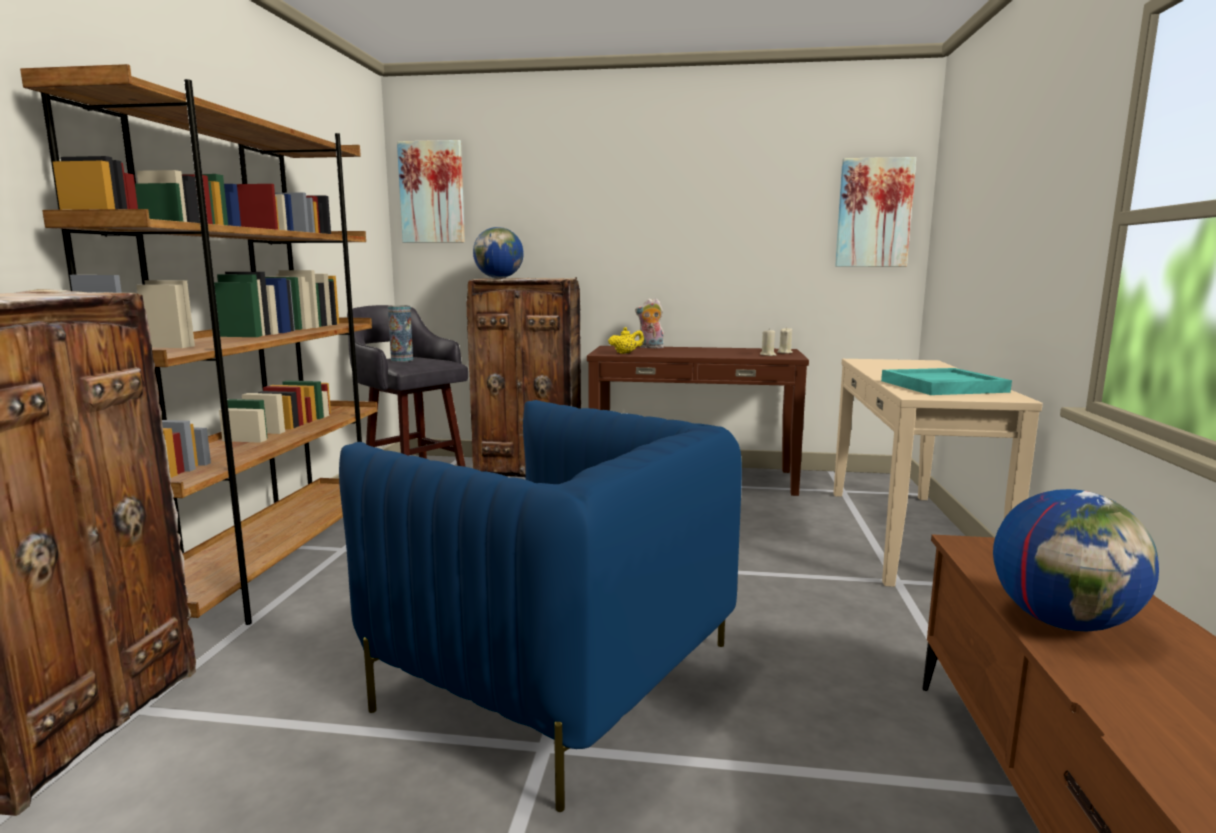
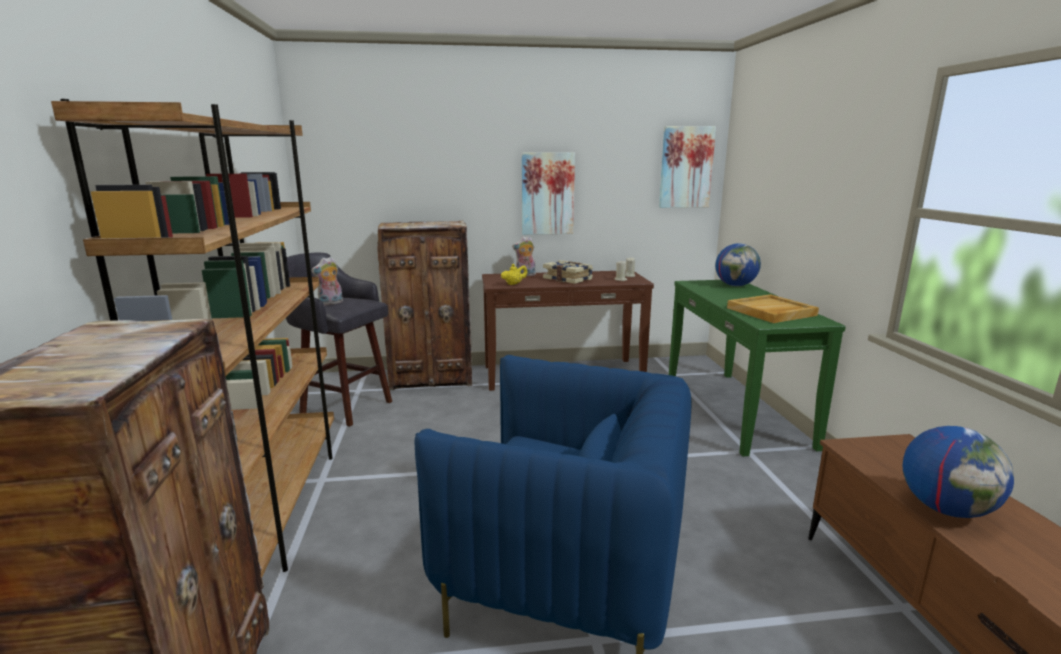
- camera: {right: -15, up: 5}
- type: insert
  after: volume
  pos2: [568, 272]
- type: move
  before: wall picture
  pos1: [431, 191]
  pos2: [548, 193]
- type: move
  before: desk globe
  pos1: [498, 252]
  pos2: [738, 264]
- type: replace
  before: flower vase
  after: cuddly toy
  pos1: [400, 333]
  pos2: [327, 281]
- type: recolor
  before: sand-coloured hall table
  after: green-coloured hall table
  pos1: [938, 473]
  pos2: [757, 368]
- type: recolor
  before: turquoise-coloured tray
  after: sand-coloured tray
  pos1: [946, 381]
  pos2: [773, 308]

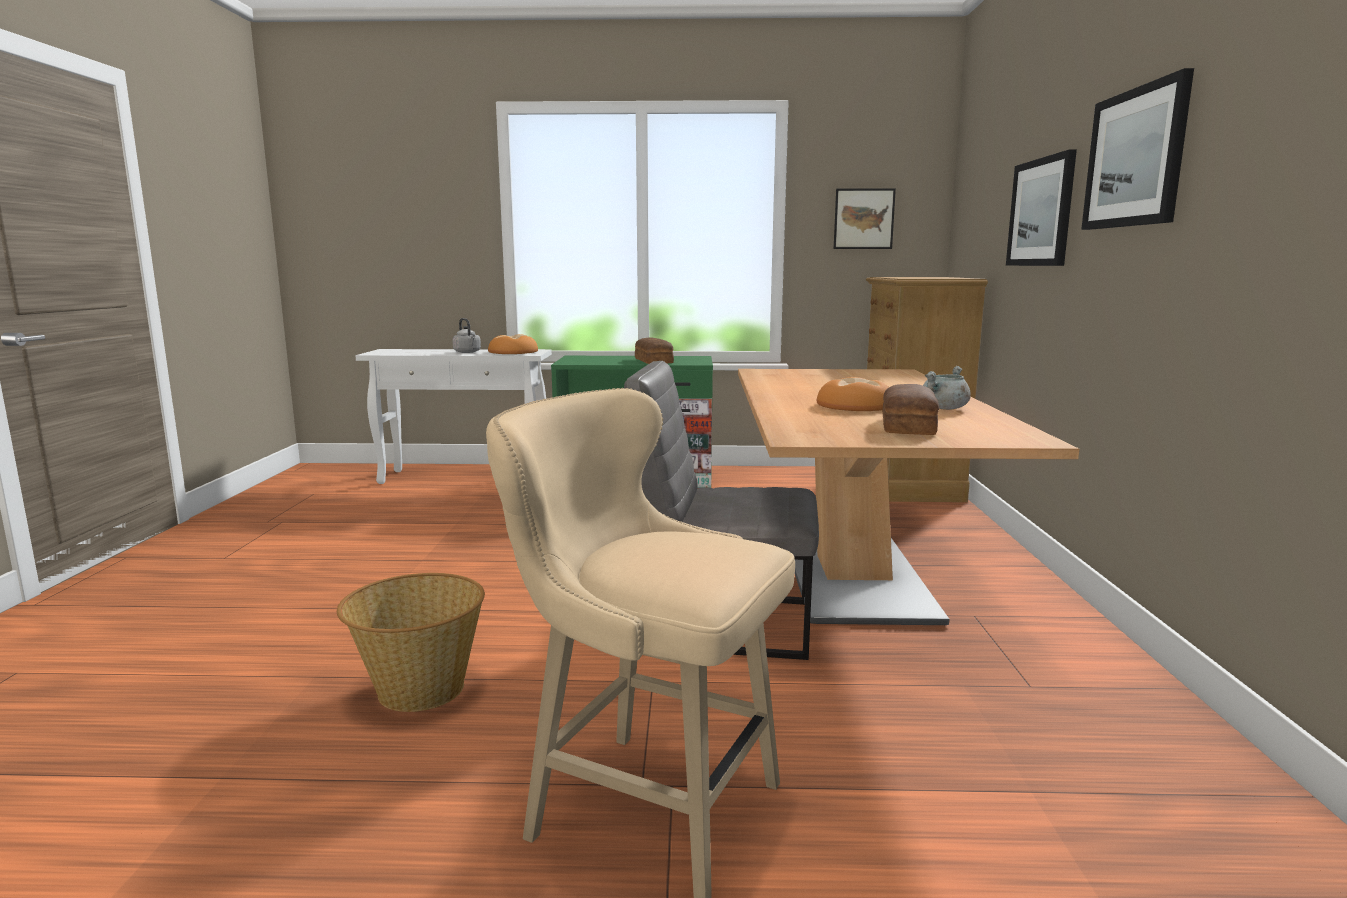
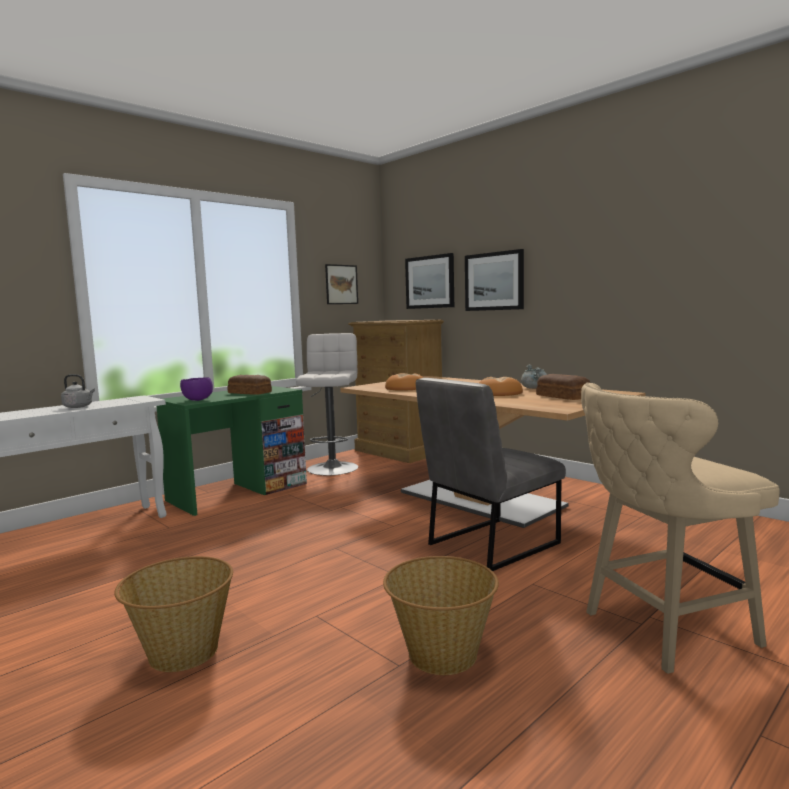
- camera: {right: -45, up: -5}
- type: insert
  after: storage basket
  pos2: [173, 614]
- type: insert
  after: purple-coloured bowl
  pos2: [196, 389]
- type: insert
  after: white-coloured stool
  pos2: [327, 404]
- type: move
  before: baked bread
  pos1: [513, 344]
  pos2: [404, 382]
- type: move
  before: wall picture
  pos1: [1137, 149]
  pos2: [429, 281]

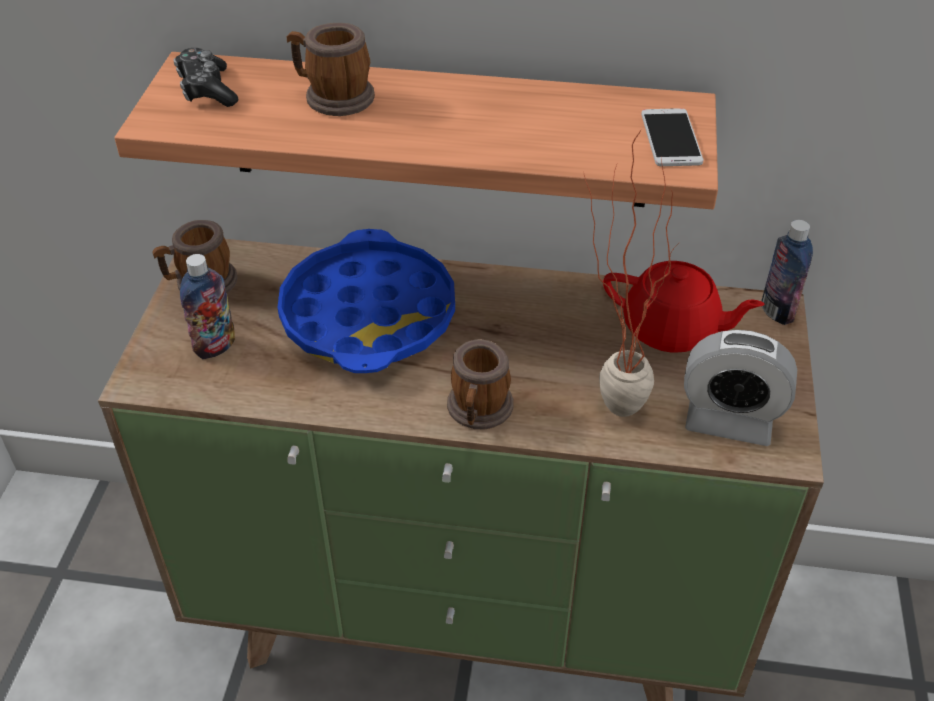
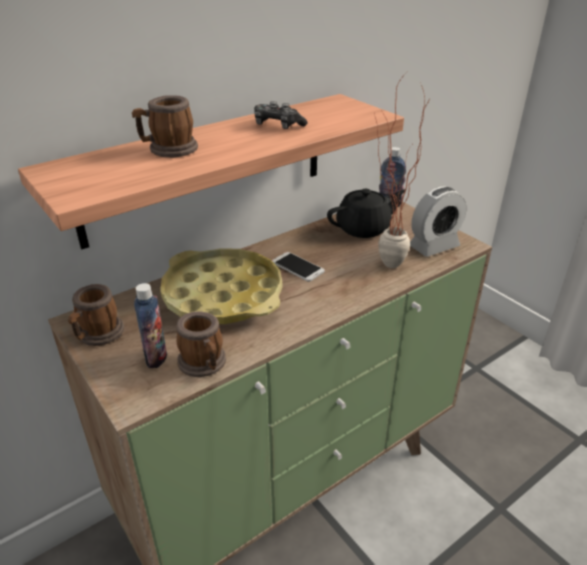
- camera: {right: -45, up: -10}
- type: move
  before: joypad
  pos1: [205, 77]
  pos2: [280, 115]
- type: move
  before: mug
  pos1: [480, 384]
  pos2: [201, 344]
- type: move
  before: handset
  pos1: [672, 137]
  pos2: [298, 267]
- type: recolor
  before: bluish tray
  after: yellowish tray
  pos1: [366, 301]
  pos2: [221, 286]
- type: recolor
  before: reddish tea pot
  after: black-coloured tea pot
  pos1: [684, 307]
  pos2: [366, 213]

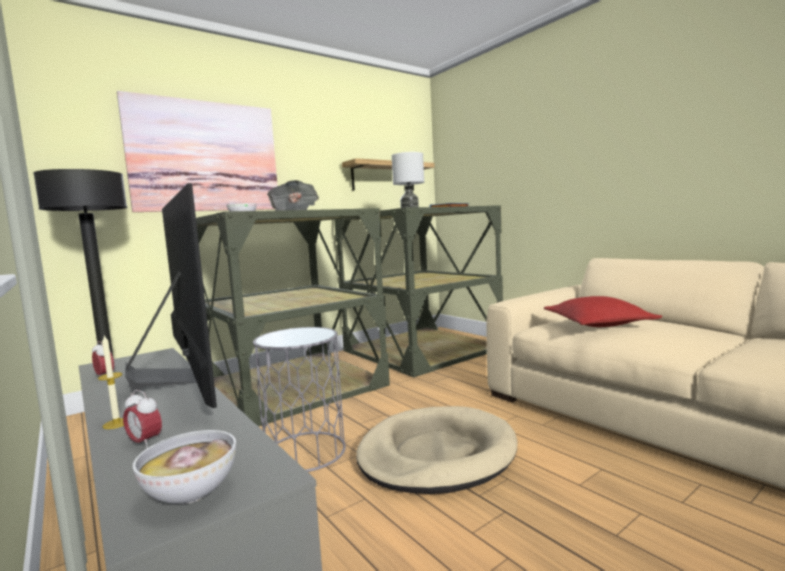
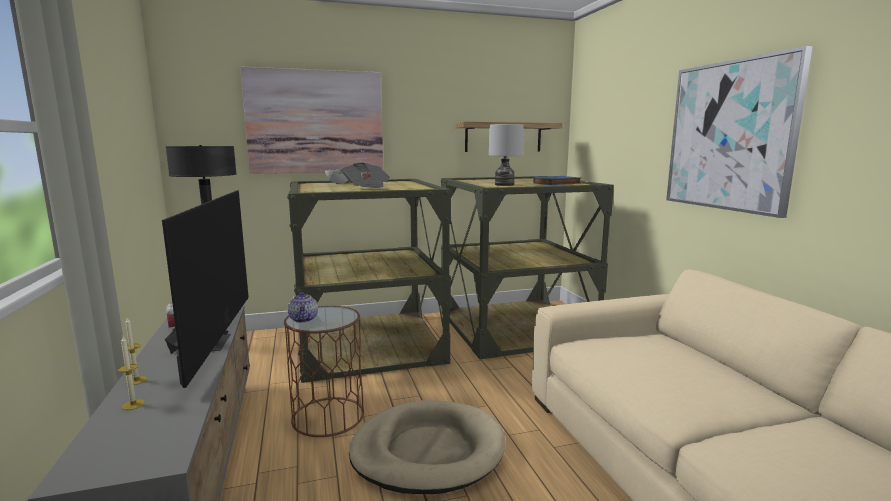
- camera: {right: 20, up: 5}
- type: delete
  before: bowl
  pos1: [184, 467]
- type: delete
  before: reddish pillow
  pos1: [603, 311]
- type: insert
  after: tea pot
  pos2: [303, 307]
- type: insert
  after: wall picture
  pos2: [739, 132]
- type: replace
  before: alarm clock
  after: candle
  pos1: [142, 419]
  pos2: [131, 373]
- type: recolor
  before: grey accent table
  after: brown accent table
  pos1: [299, 399]
  pos2: [324, 371]

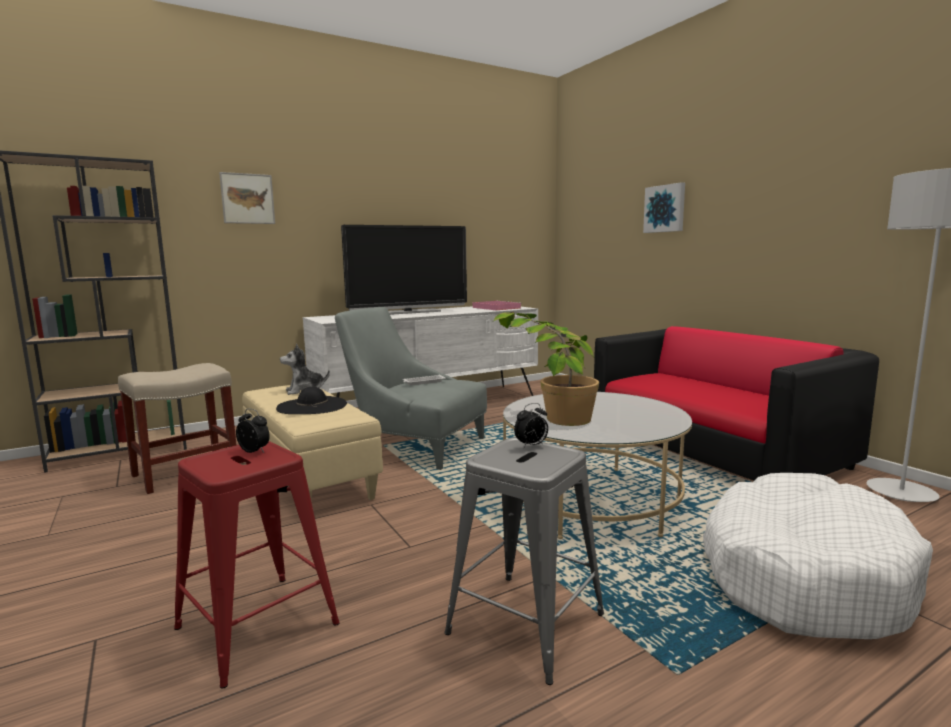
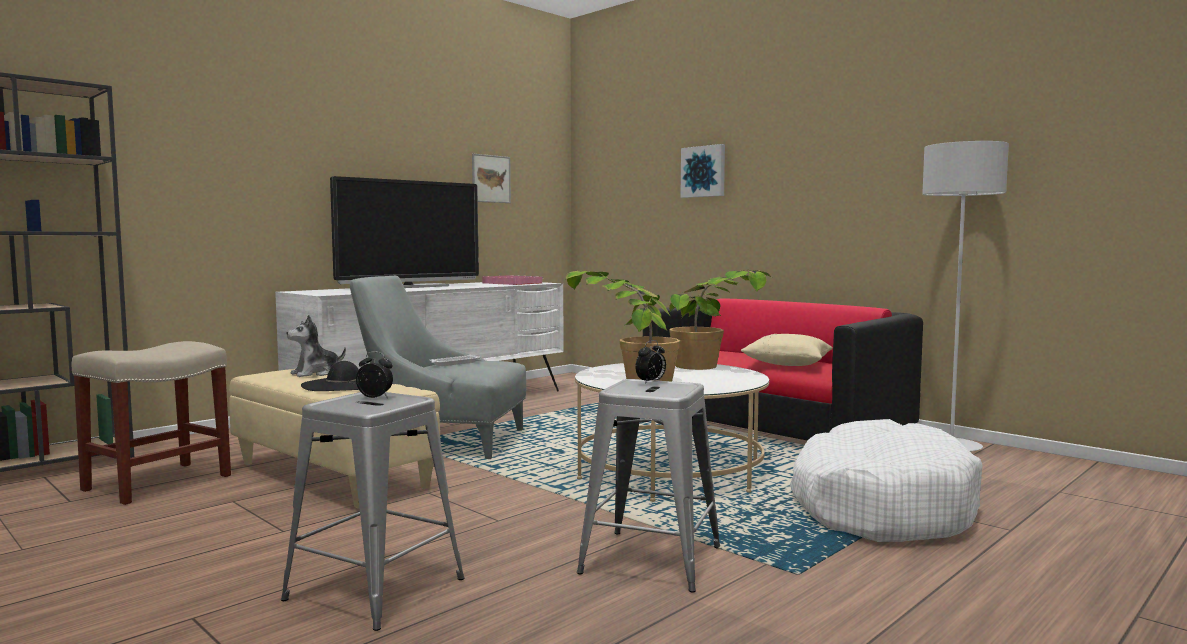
- camera: {right: -15, up: -5}
- type: insert
  after: potted plant
  pos2: [720, 320]
- type: insert
  after: sand-coloured pillow
  pos2: [786, 350]
- type: move
  before: wall picture
  pos1: [247, 198]
  pos2: [491, 178]
- type: recolor
  before: reddish stool
  after: grey stool
  pos1: [257, 565]
  pos2: [373, 511]

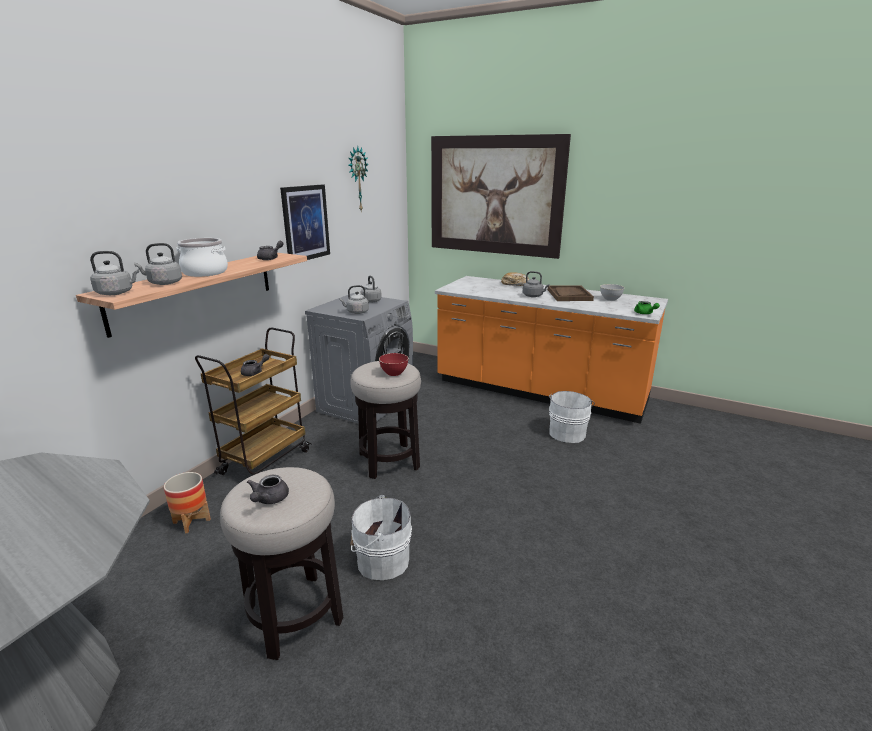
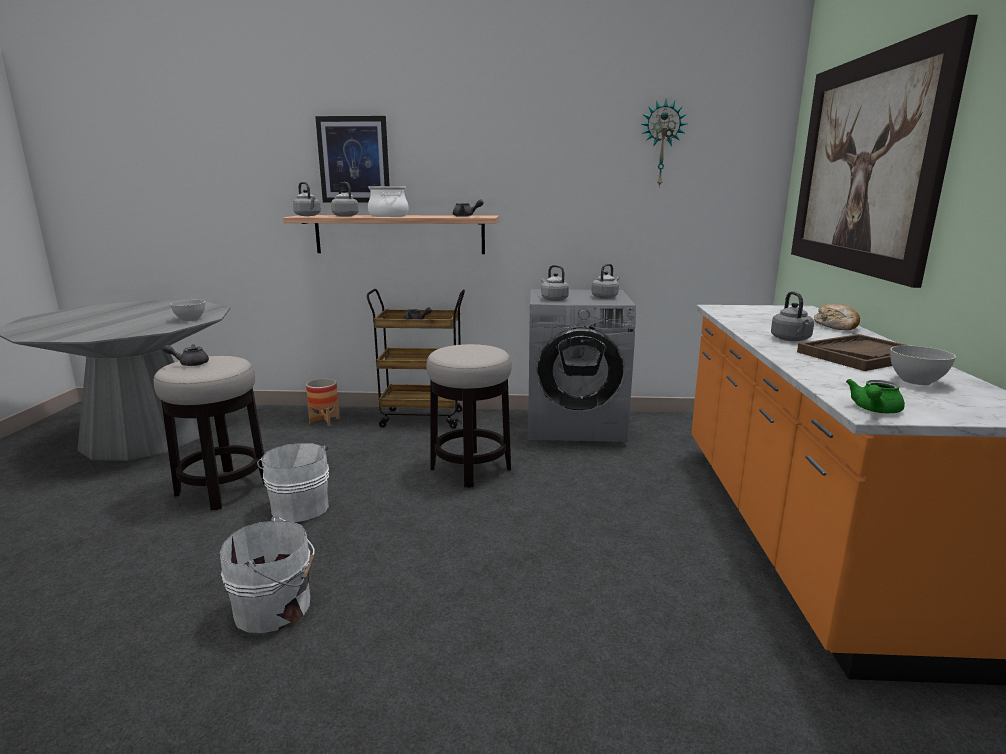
- camera: {right: 65, up: -5}
- type: delete
  before: reddish bowl
  pos1: [394, 364]
- type: insert
  after: grey bowl
  pos2: [187, 310]
- type: move
  before: wall picture
  pos1: [305, 222]
  pos2: [352, 159]
- type: move
  before: white-coloured bucket
  pos1: [572, 417]
  pos2: [267, 574]

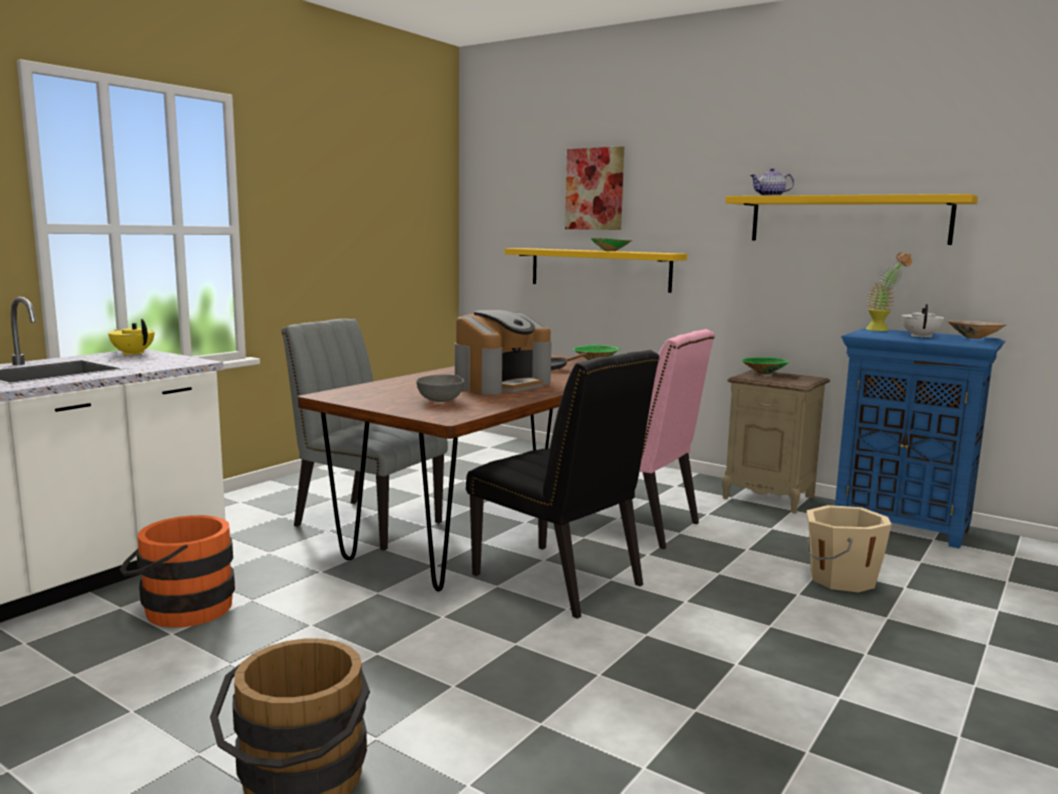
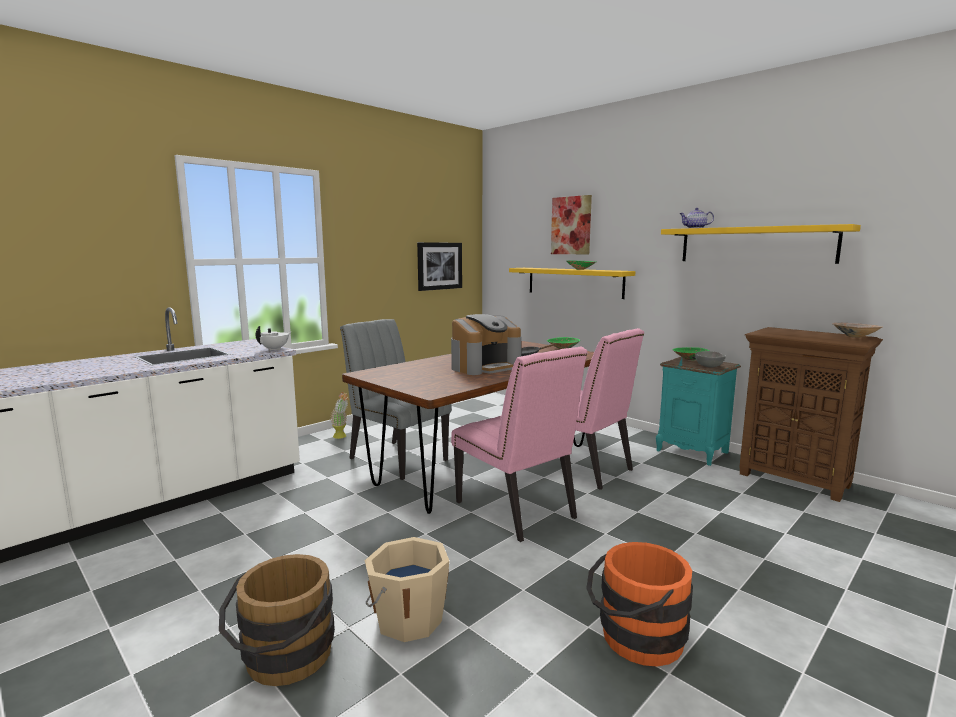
- camera: {right: 10, up: 0}
- type: delete
  before: yellowish tea pot
  pos1: [131, 337]
- type: insert
  after: wall picture
  pos2: [439, 266]
- type: move
  before: orange-coloured bucket
  pos1: [177, 571]
  pos2: [639, 604]
- type: move
  before: grey bowl
  pos1: [440, 388]
  pos2: [710, 359]
- type: move
  before: sand-coloured bucket
  pos1: [849, 548]
  pos2: [407, 589]
- type: move
  before: potted plant
  pos1: [889, 292]
  pos2: [340, 415]
- type: move
  before: white-coloured tea pot
  pos1: [923, 321]
  pos2: [273, 338]
- type: recolor
  before: black-coloured upright chair
  after: pink upright chair
  pos1: [563, 484]
  pos2: [519, 444]
- type: recolor
  before: sand-coloured bedside table
  after: turquoise-coloured bedside table
  pos1: [776, 441]
  pos2: [698, 411]
- type: recolor
  before: bluish cupboard
  after: brown cupboard
  pos1: [920, 438]
  pos2: [811, 414]

